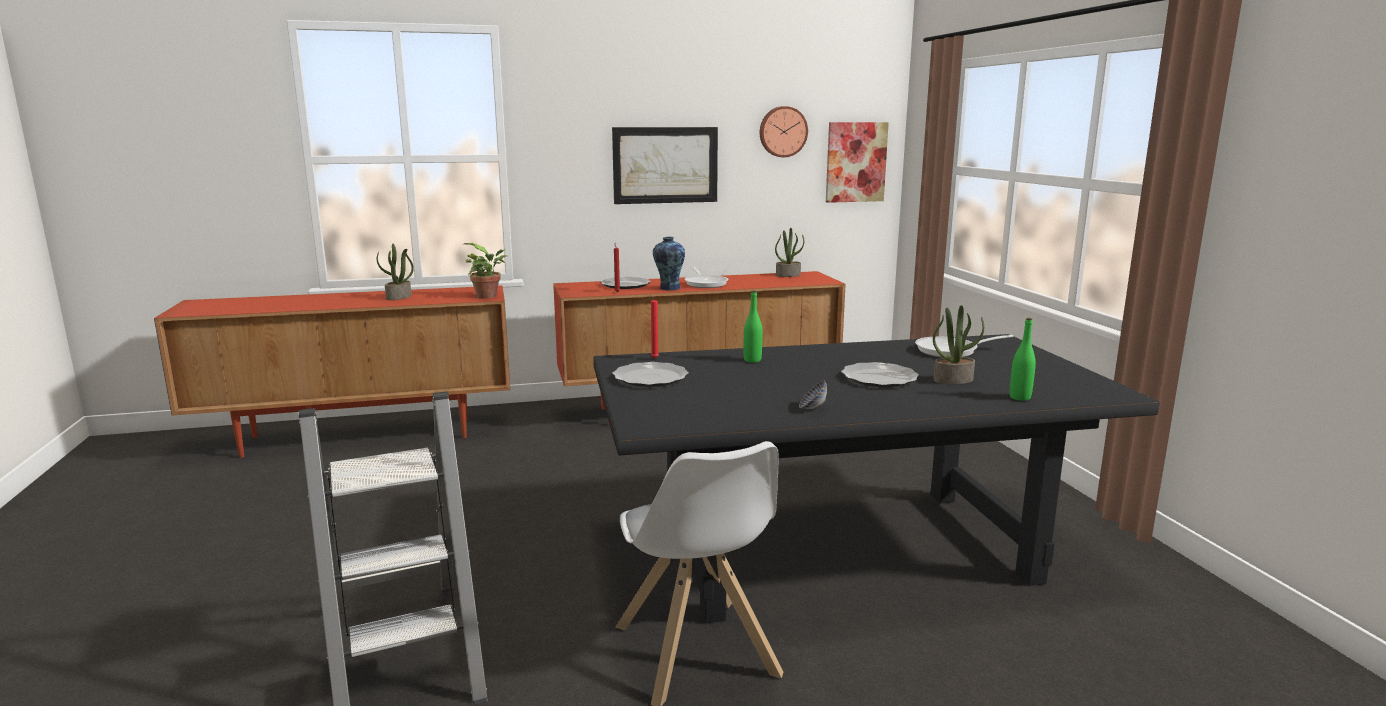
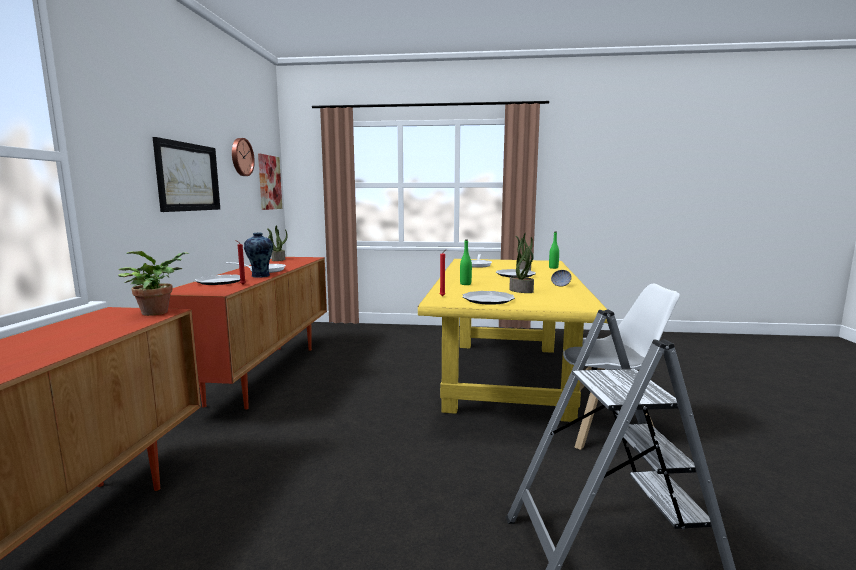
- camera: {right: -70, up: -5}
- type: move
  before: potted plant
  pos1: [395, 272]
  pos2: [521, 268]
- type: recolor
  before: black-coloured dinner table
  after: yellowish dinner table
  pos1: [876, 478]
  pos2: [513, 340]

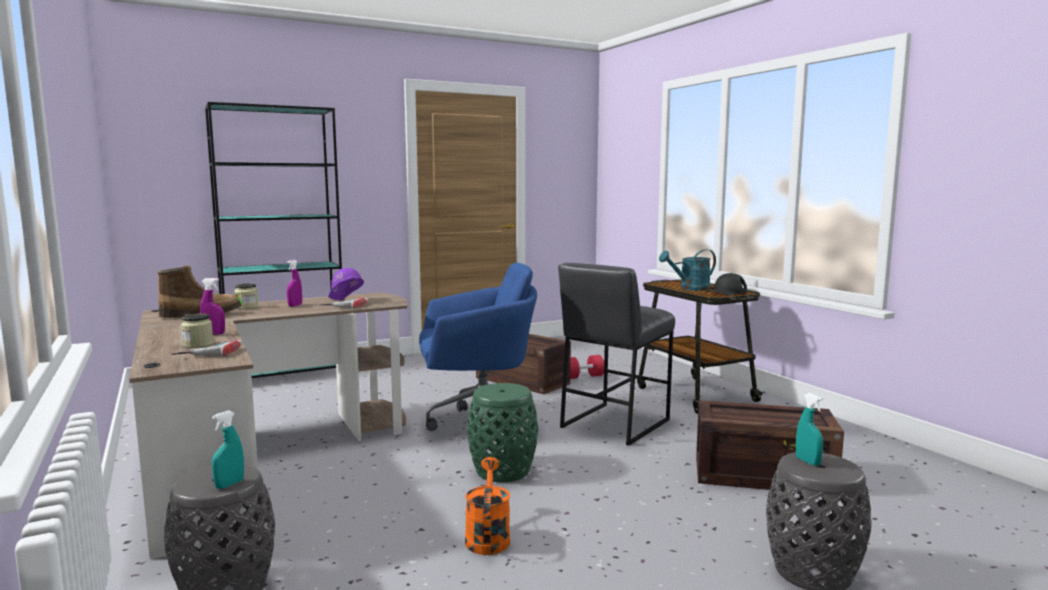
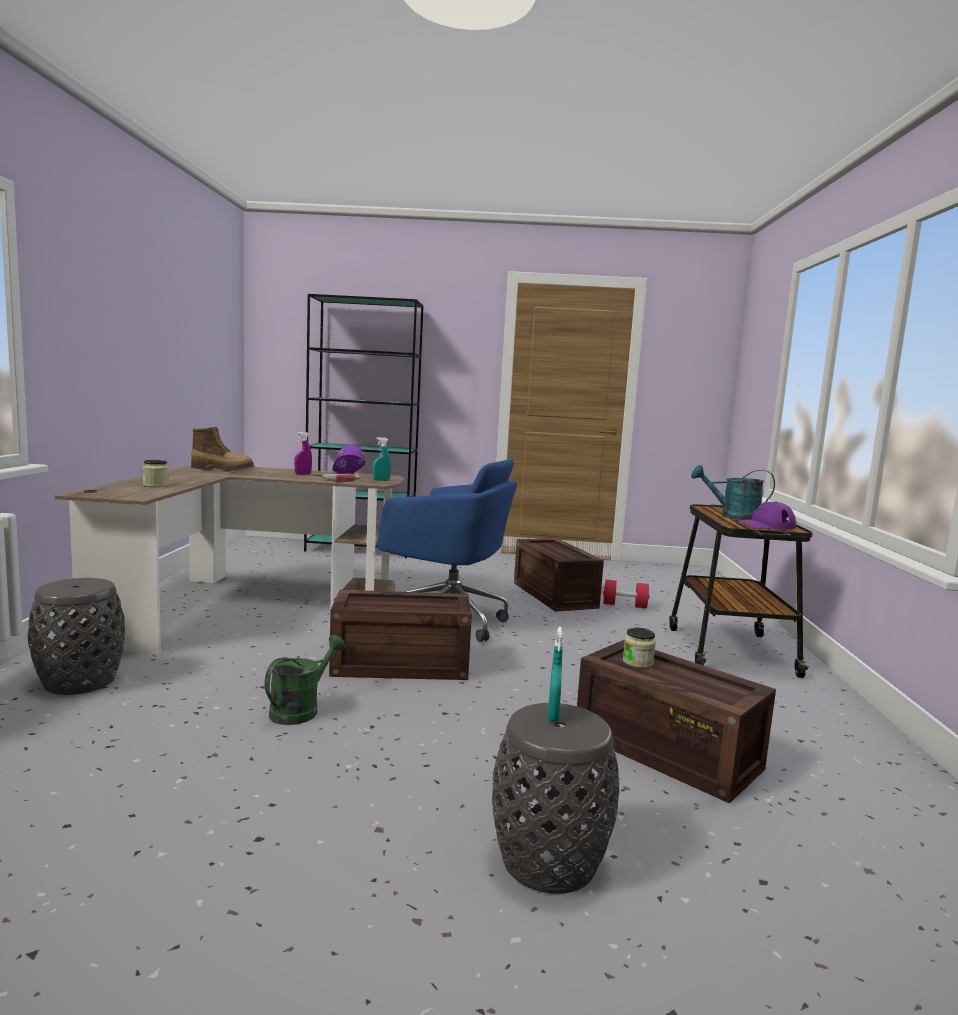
- camera: {right: 30, up: 0}
- type: delete
  before: power drill
  pos1: [206, 348]
- type: delete
  before: purple-coloured sprayer
  pos1: [212, 306]
- type: delete
  before: grey stool
  pos1: [616, 354]
- type: move
  before: turquoise-coloured sprayer
  pos1: [228, 449]
  pos2: [382, 459]
- type: move
  before: storage jar
  pos1: [246, 296]
  pos2: [639, 647]
- type: replace
  before: green-coloured stool
  after: shipping crate
  pos1: [502, 432]
  pos2: [400, 635]
- type: recolor
  before: orange-coloured watering pot
  after: green-coloured watering pot
  pos1: [487, 506]
  pos2: [305, 680]
- type: recolor
  before: black-coloured peaked cap
  after: purple-coloured peaked cap
  pos1: [726, 284]
  pos2: [765, 515]

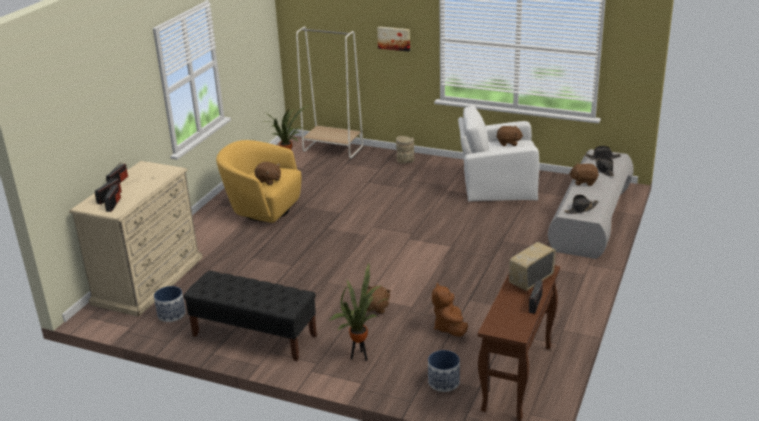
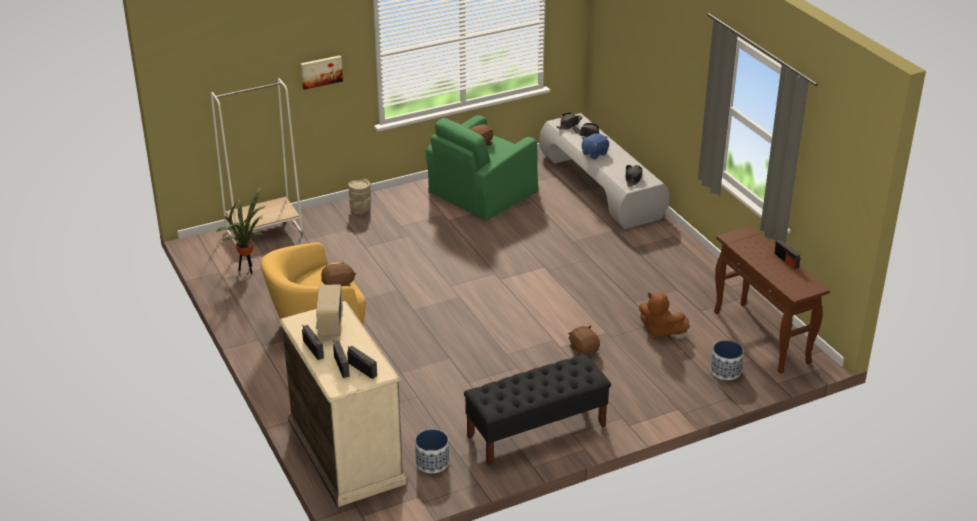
- camera: {right: -50, up: 5}
- type: delete
  before: potted plant
  pos1: [358, 312]
- type: move
  before: radio set
  pos1: [532, 266]
  pos2: [329, 310]
- type: recolor
  before: white-coloured lounge chair
  after: green-coloured lounge chair
  pos1: [498, 154]
  pos2: [482, 168]
- type: recolor
  before: brown cuddly toy
  after: bluish cuddly toy
  pos1: [584, 174]
  pos2: [595, 146]

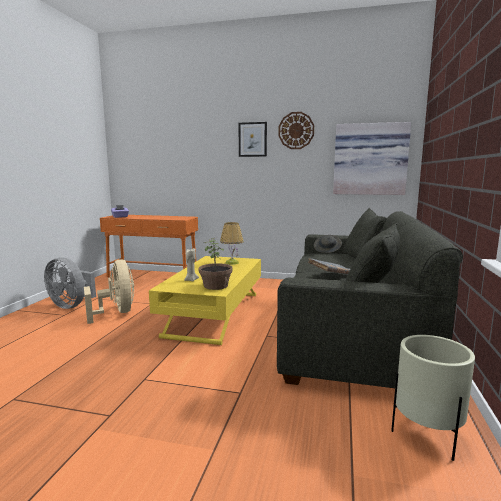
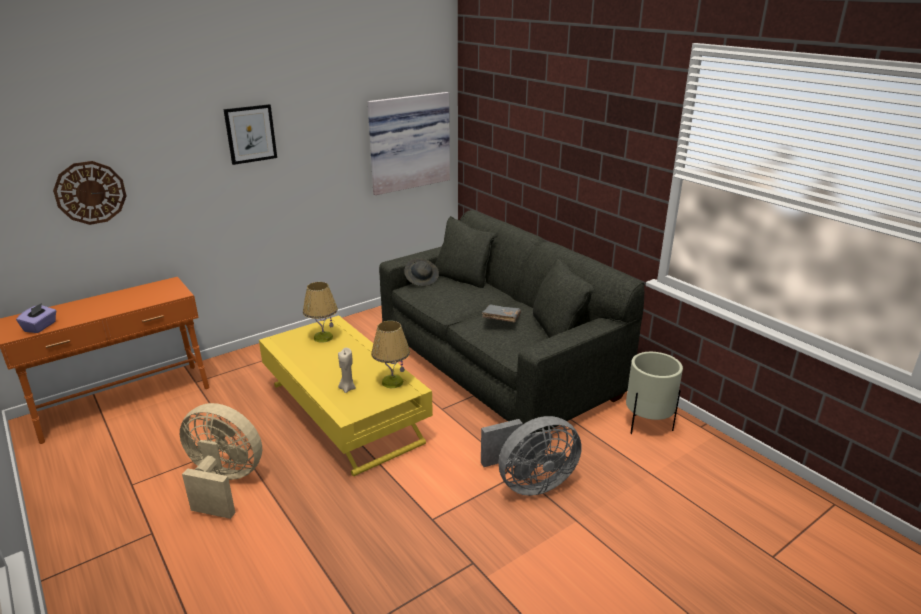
- camera: {right: -50, up: 15}
- type: move
  before: grey electric fan
  pos1: [70, 283]
  pos2: [531, 456]
- type: move
  before: clock on the wall
  pos1: [296, 130]
  pos2: [89, 193]
- type: replace
  before: potted plant
  after: lamp for a table
  pos1: [216, 264]
  pos2: [390, 354]

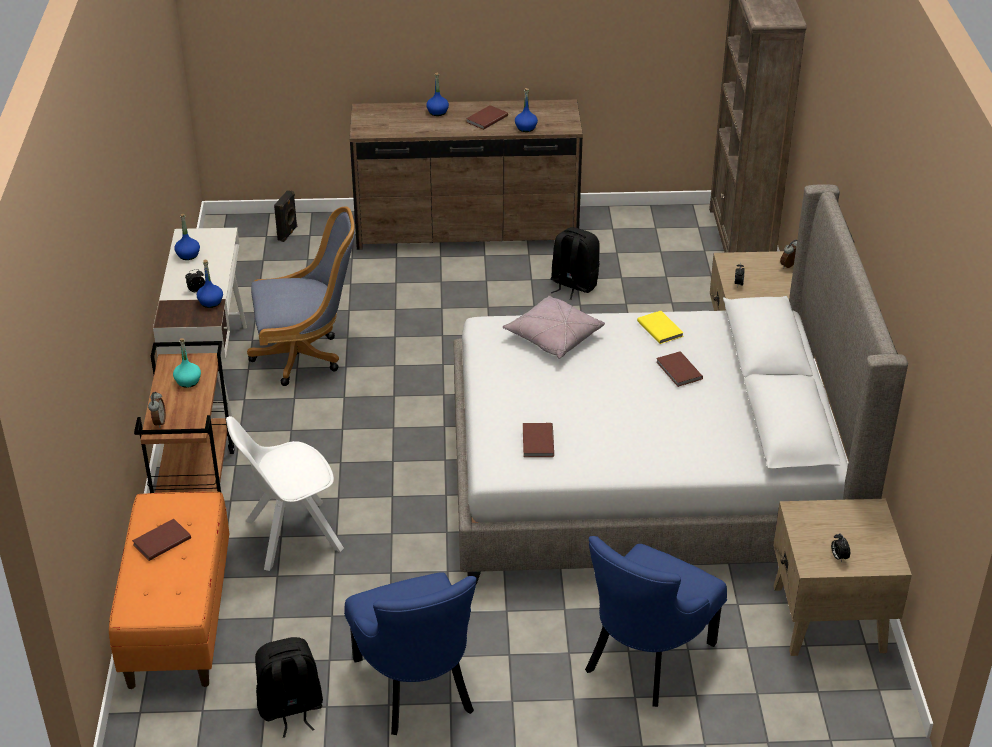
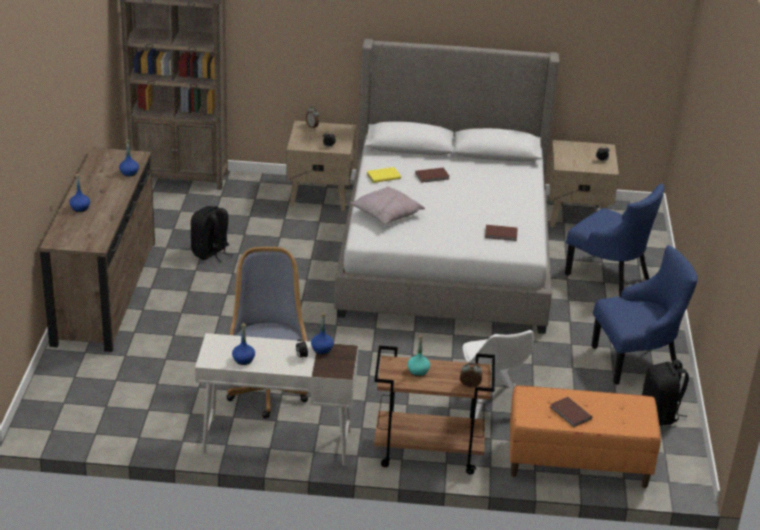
- camera: {right: -85, up: -5}
- type: delete
  before: black-coloured loudspeaker
  pos1: [285, 216]
- type: delete
  before: brown volume
  pos1: [487, 117]

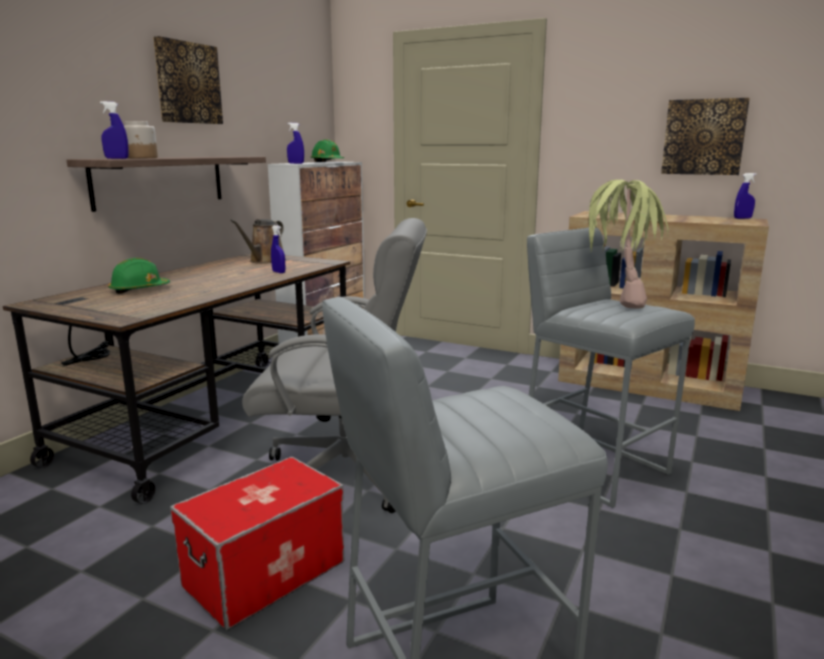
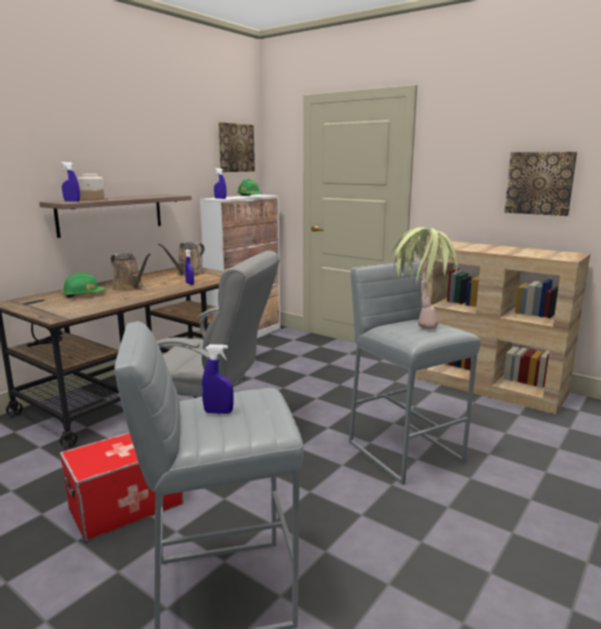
- camera: {right: 10, up: 0}
- type: insert
  after: brown watering pot
  pos2: [131, 272]
- type: move
  before: wall picture
  pos1: [188, 80]
  pos2: [236, 147]
- type: move
  before: bluish sprayer
  pos1: [745, 196]
  pos2: [218, 379]

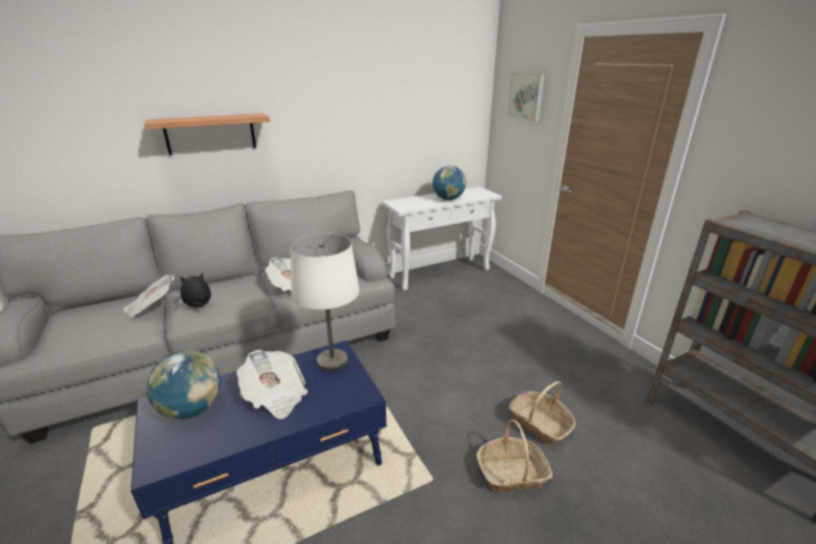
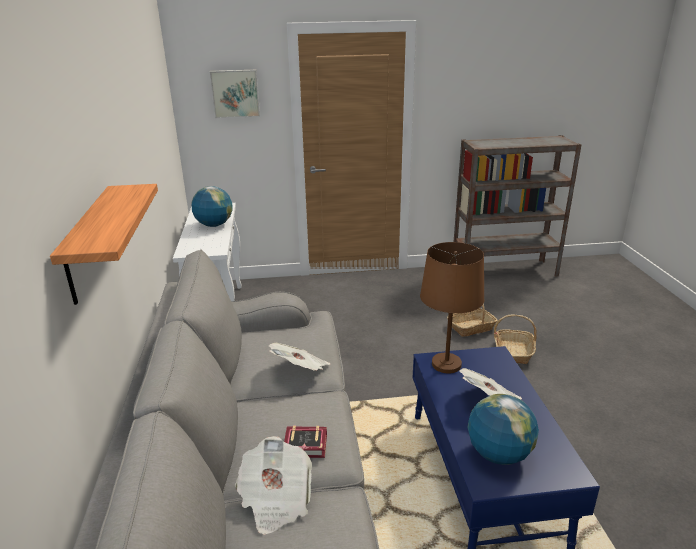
- camera: {right: -70, up: 0}
- type: replace
  before: cuddly toy
  after: volume
  pos1: [194, 290]
  pos2: [305, 442]
- type: recolor
  before: white-coloured lamp for a table
  after: brown lamp for a table
  pos1: [325, 303]
  pos2: [452, 307]

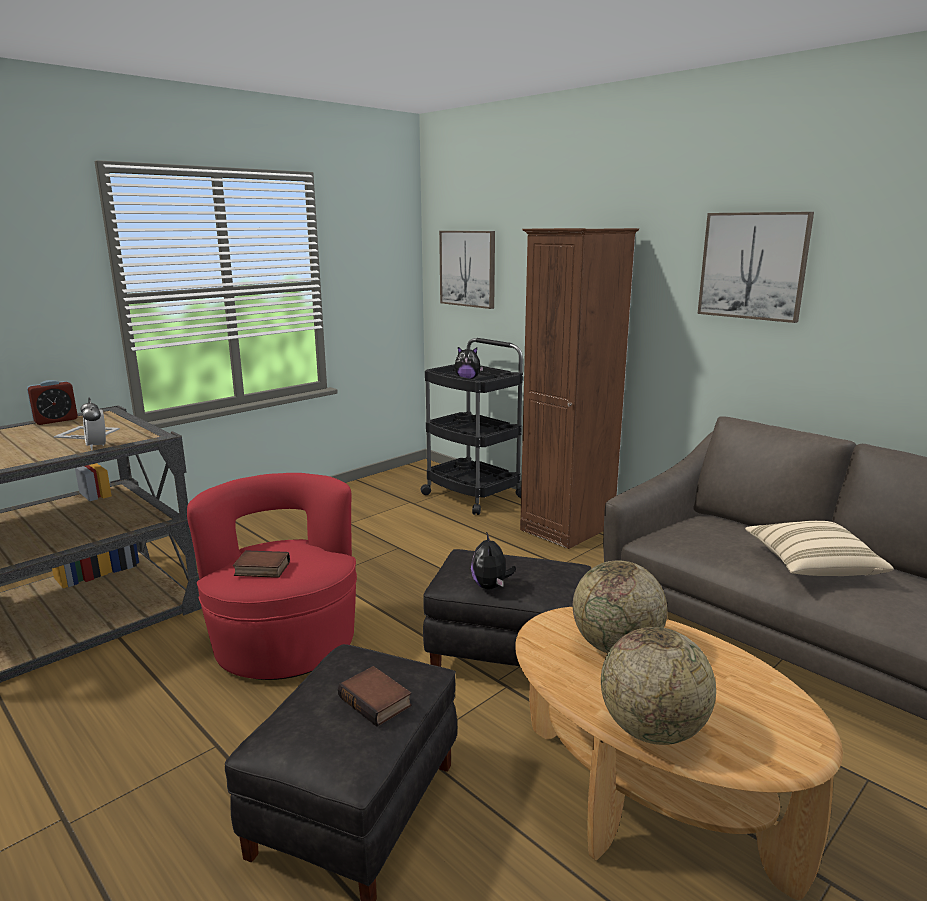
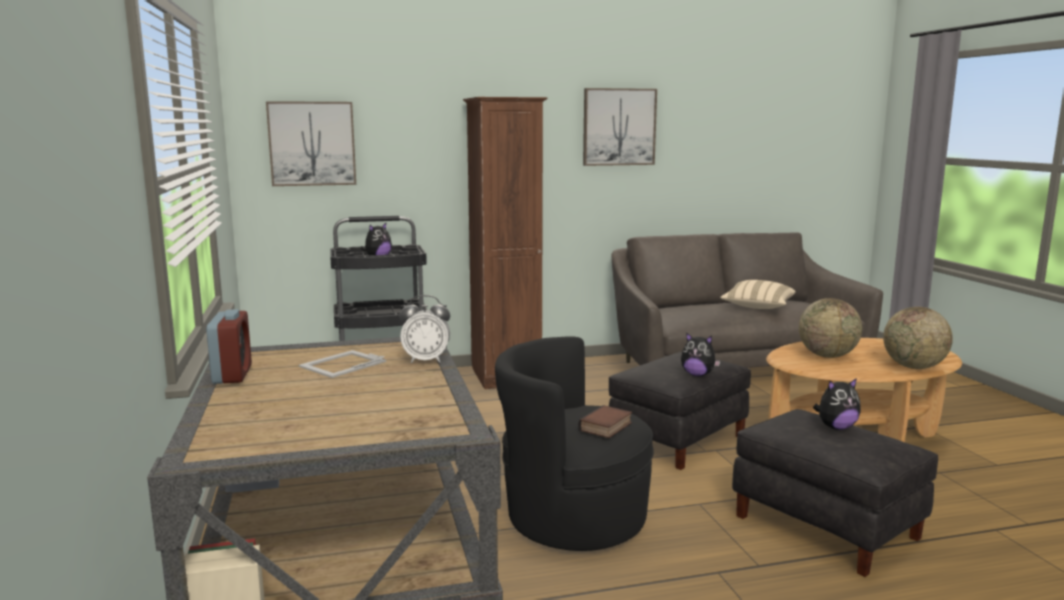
- camera: {right: -60, up: -5}
- type: replace
  before: volume
  after: cuddly toy
  pos1: [375, 696]
  pos2: [837, 404]
- type: recolor
  before: reddish lounge chair
  after: black-coloured lounge chair
  pos1: [272, 576]
  pos2: [574, 443]

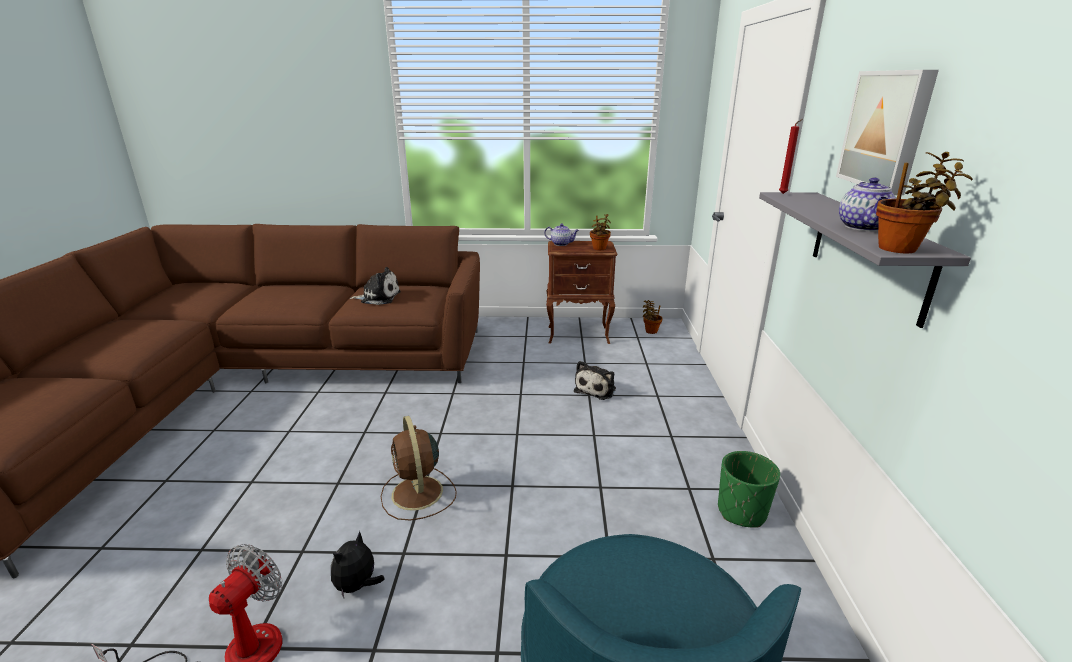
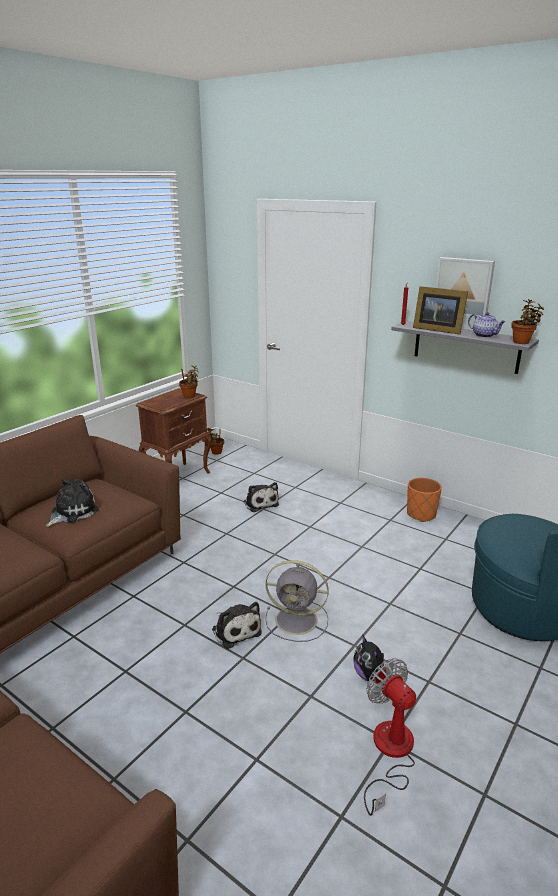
- camera: {right: -55, up: 0}
- type: delete
  before: tea pot
  pos1: [561, 235]
- type: insert
  after: cuddly toy
  pos2: [237, 625]
- type: insert
  after: picture frame
  pos2: [440, 310]
- type: recolor
  before: brown electric fan
  after: grey electric fan
  pos1: [419, 468]
  pos2: [297, 601]
- type: recolor
  before: green-coloured plant pot
  after: orange-coloured plant pot
  pos1: [749, 489]
  pos2: [424, 500]

